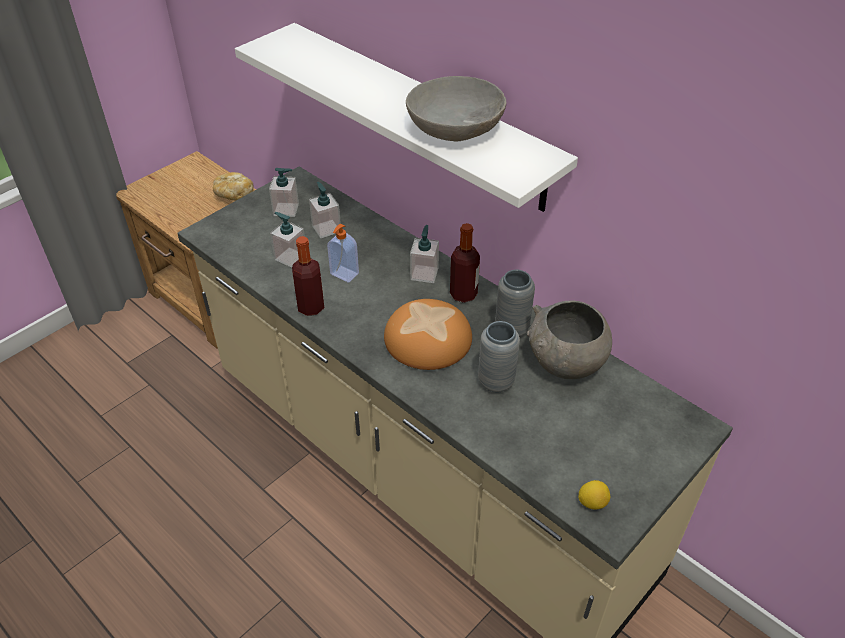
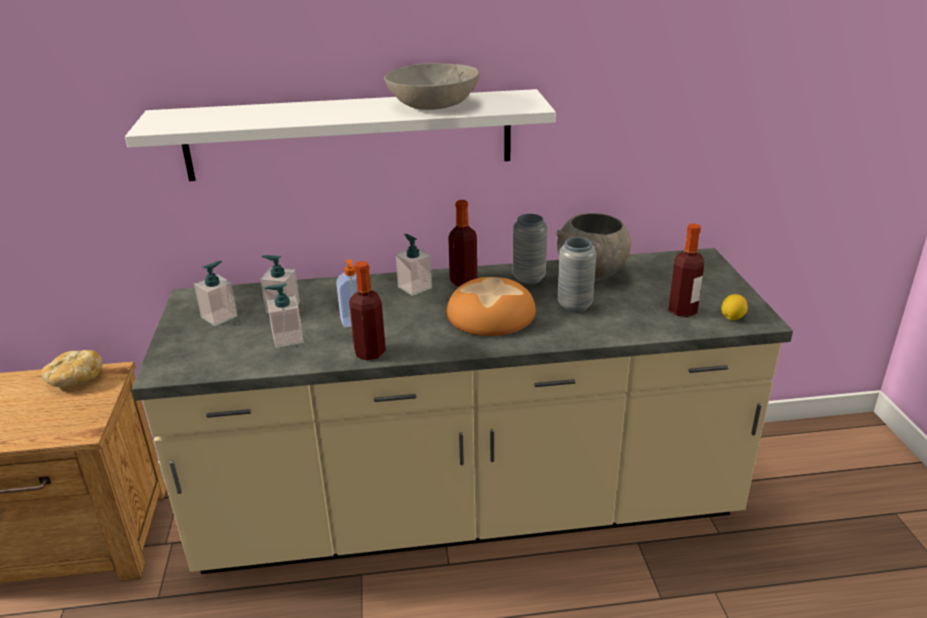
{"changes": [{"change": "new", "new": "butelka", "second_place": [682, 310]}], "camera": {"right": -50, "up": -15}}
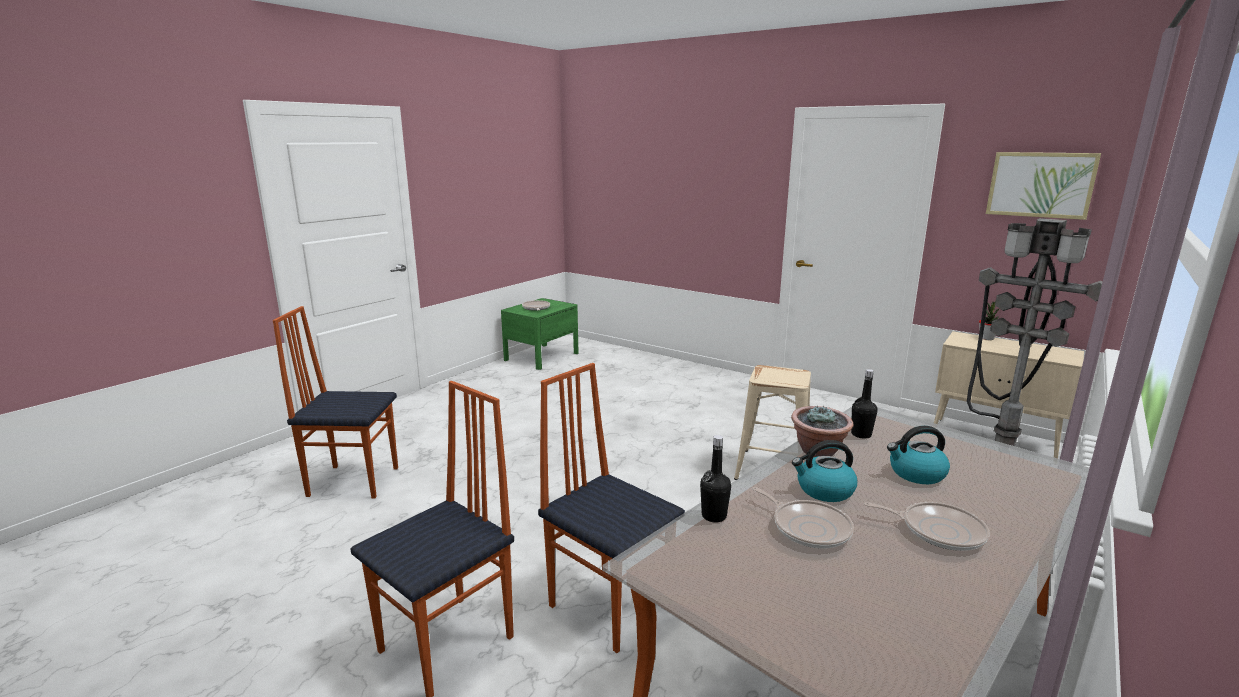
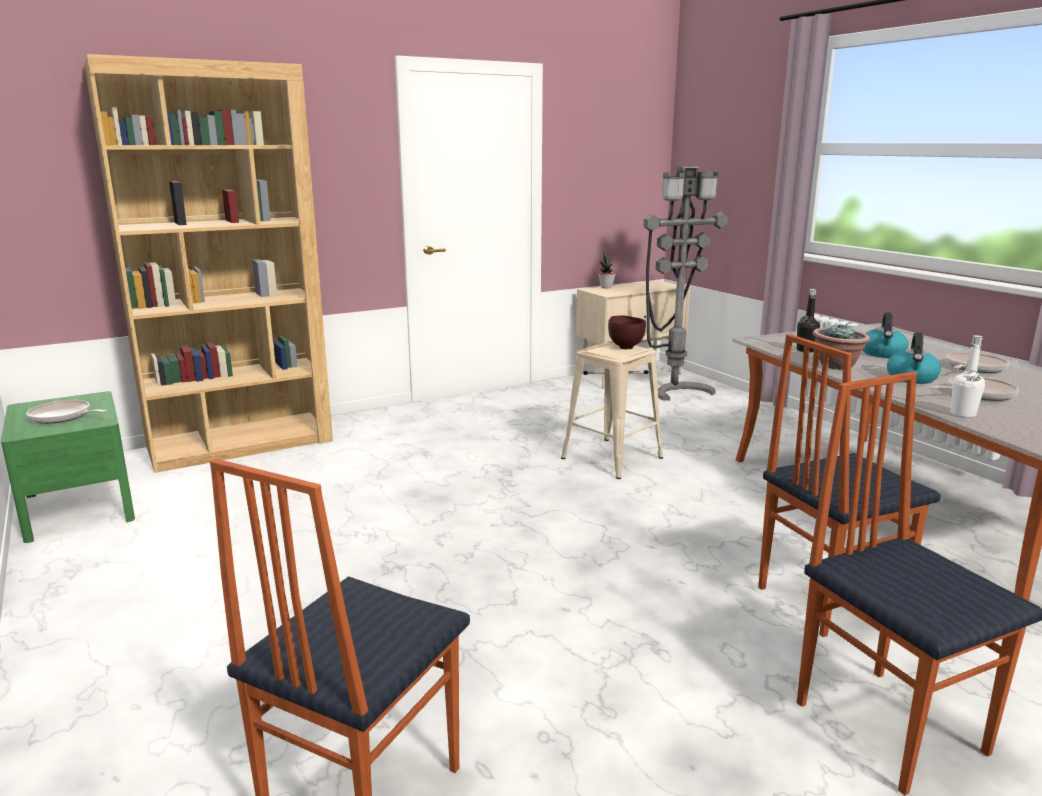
{"changes": [{"change": "new", "new": "regał/brązowy", "second_place": [241, 444]}, {"change": "new", "new": "miska/brązowy", "second_place": [625, 347]}, {"change": "repainted", "old": "butelka/czarny", "new": "butelka/biały", "first_place": [714, 516], "second_place": [963, 414]}, {"change": "gone", "old": "obraz", "first_place": [1040, 184]}], "camera": {"right": -65, "up": 0}}
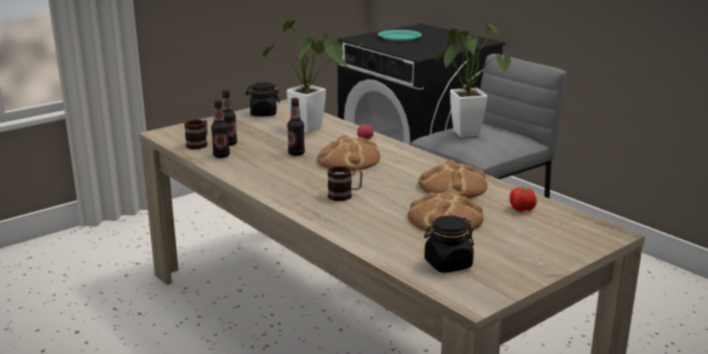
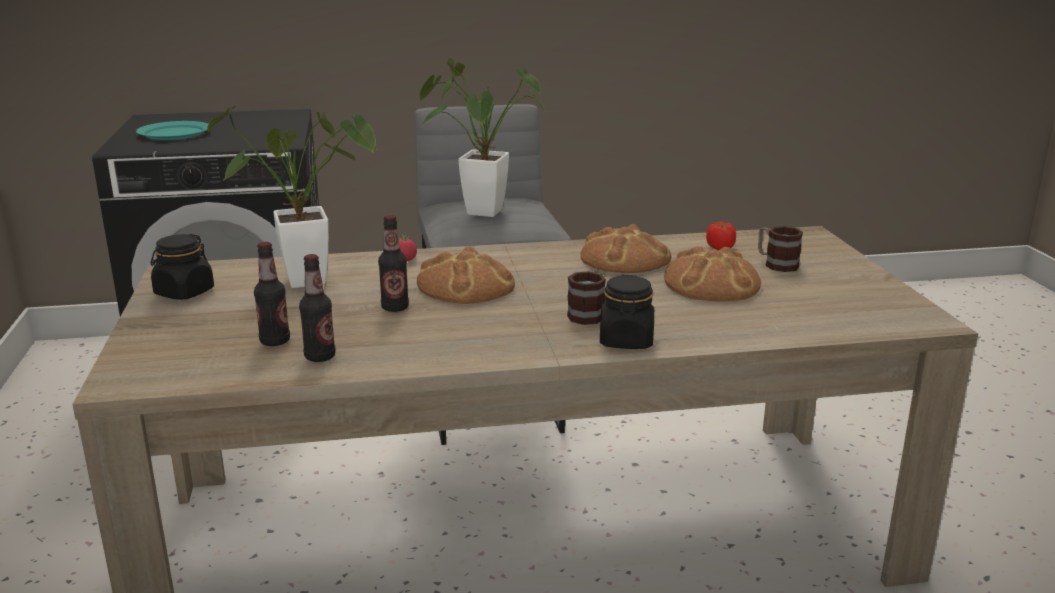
{"changes": [{"change": "shifted", "old": "słoik/czarny", "first_place": [448, 264], "second_place": [626, 341]}, {"change": "shifted", "old": "kubek", "first_place": [199, 144], "second_place": [776, 264]}], "camera": {"right": -60, "up": 0}}
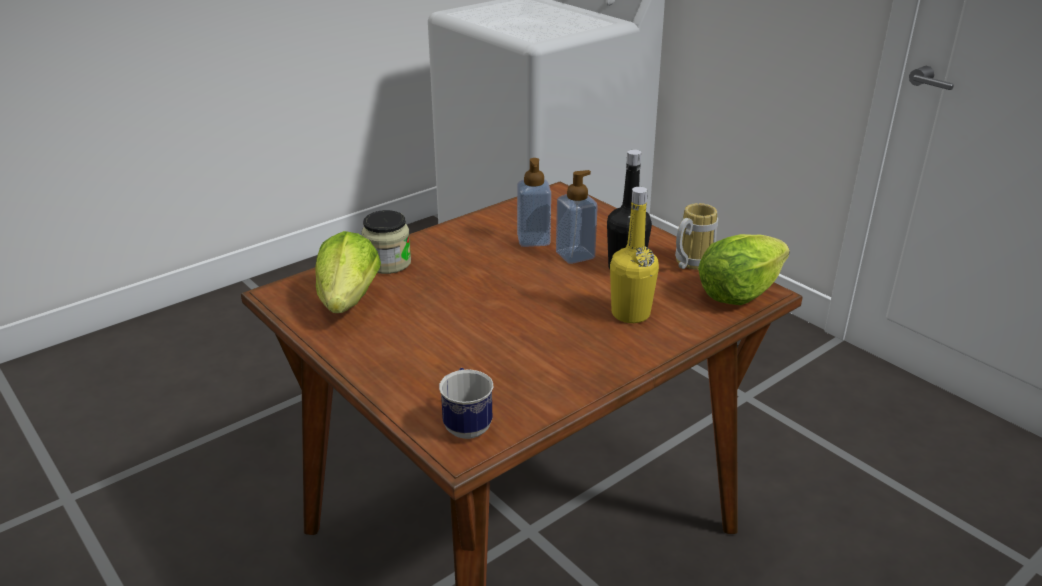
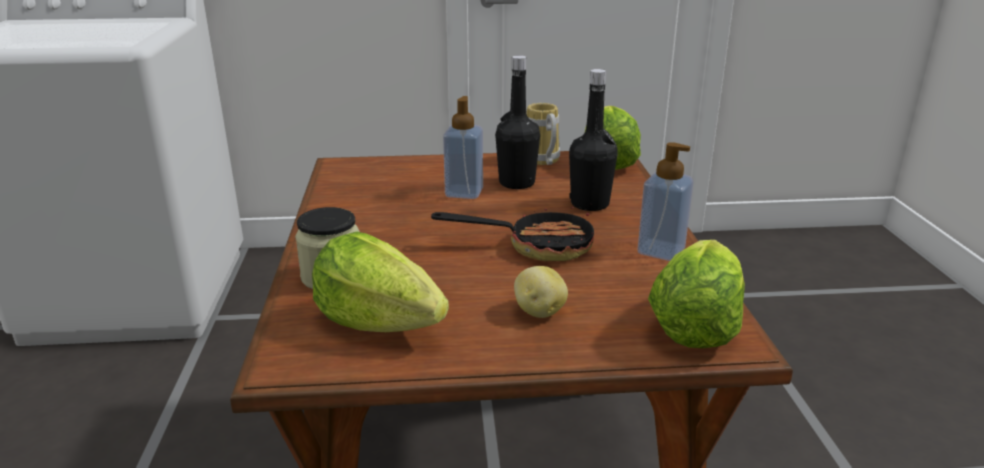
{"changes": [{"change": "new", "new": "patelnia", "second_place": [537, 246]}, {"change": "new", "new": "ziemniak", "second_place": [538, 311]}, {"change": "repainted", "old": "butelka/żółty", "new": "butelka/czarny", "first_place": [630, 314], "second_place": [590, 204]}, {"change": "shifted", "old": "dozownik mydła", "first_place": [533, 240], "second_place": [661, 251]}, {"change": "swapped", "old": "kubek", "new": "sałata", "first_place": [466, 424], "second_place": [695, 327]}], "camera": {"right": -55, "up": -5}}
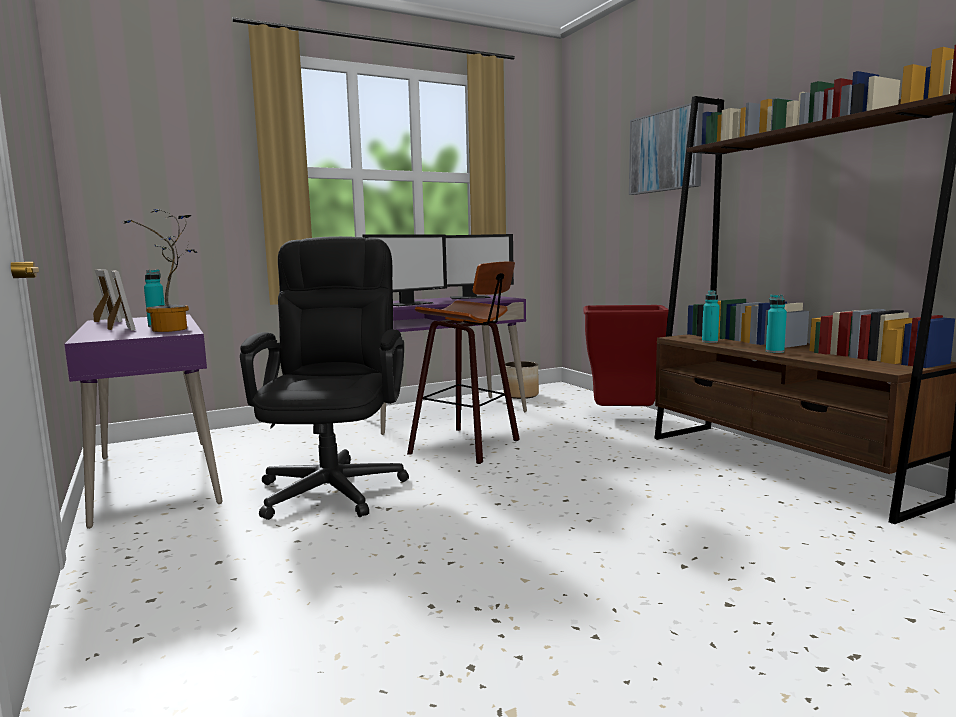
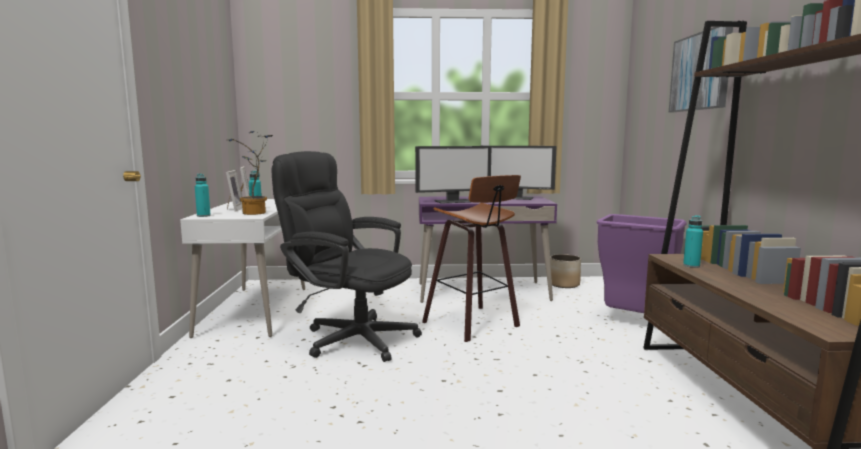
{"changes": [{"change": "repainted", "old": "biurko/fioletowy", "new": "biurko/biały", "first_place": [155, 479], "second_place": [254, 310]}, {"change": "shifted", "old": "butelka/turkusowy", "first_place": [774, 351], "second_place": [203, 216]}, {"change": "rotated", "old": "krzesło biurowe/czarny", "first_place": [335, 484], "second_place": [350, 337], "degrees": -90}, {"change": "repainted", "old": "kosz na śmieci/czerwony", "new": "kosz na śmieci/fioletowy", "first_place": [623, 418], "second_place": [635, 322]}], "camera": {"right": 25, "up": 0}}
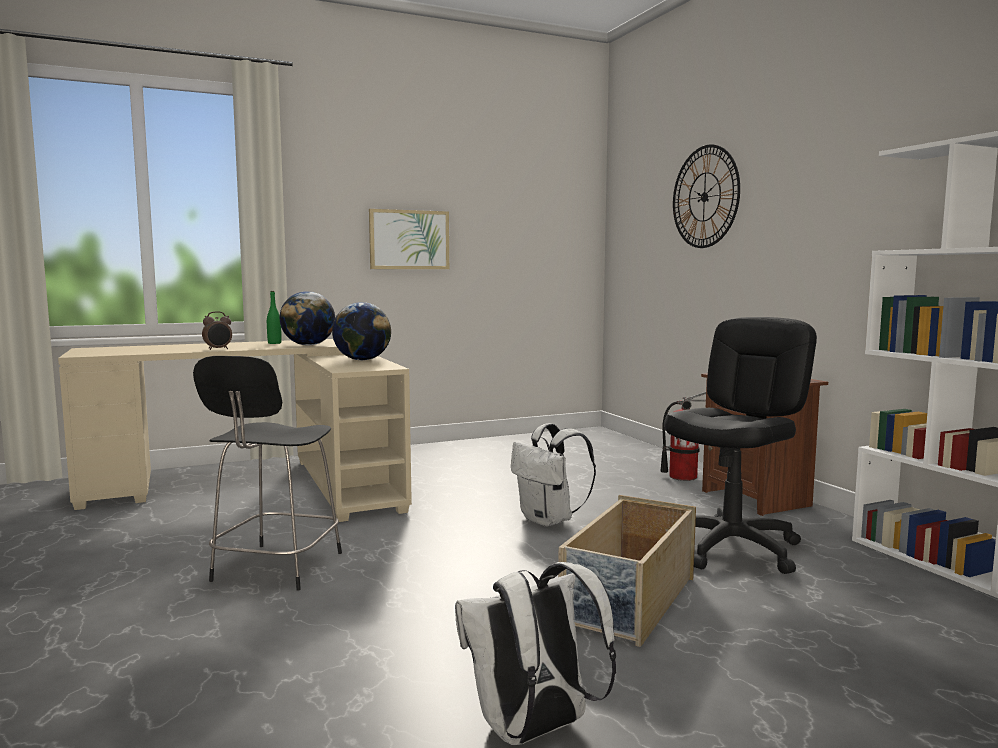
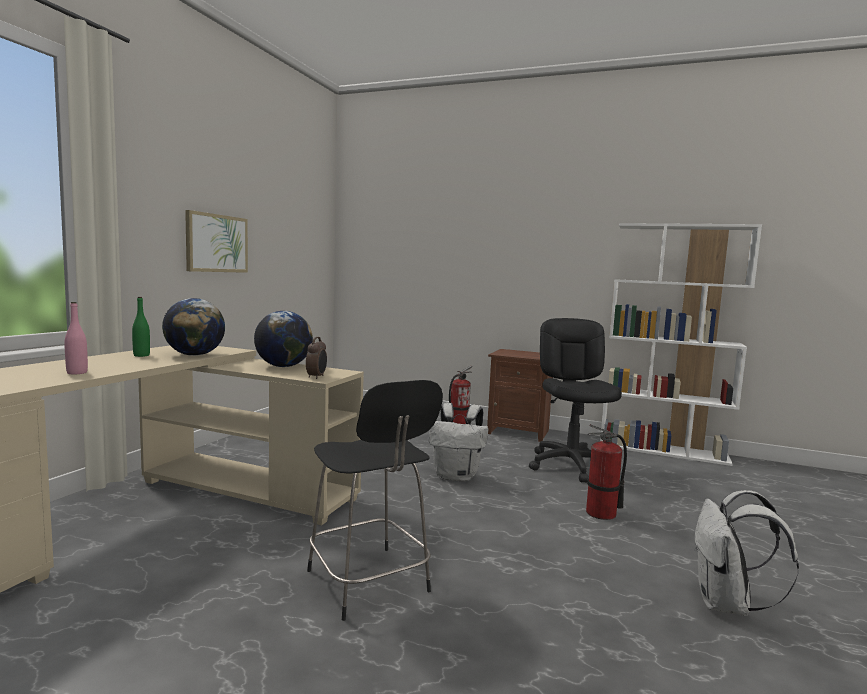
{"changes": [{"change": "new", "new": "butelka/różowy", "second_place": [77, 373]}, {"change": "shifted", "old": "budzik", "first_place": [218, 349], "second_place": [317, 377]}, {"change": "swapped", "old": "pojemnik do przechowywania/beżowy", "new": "gaśnica", "first_place": [629, 601], "second_place": [601, 513]}, {"change": "gone", "old": "zegar ścienny", "first_place": [704, 197]}], "camera": {"right": -45, "up": 0}}
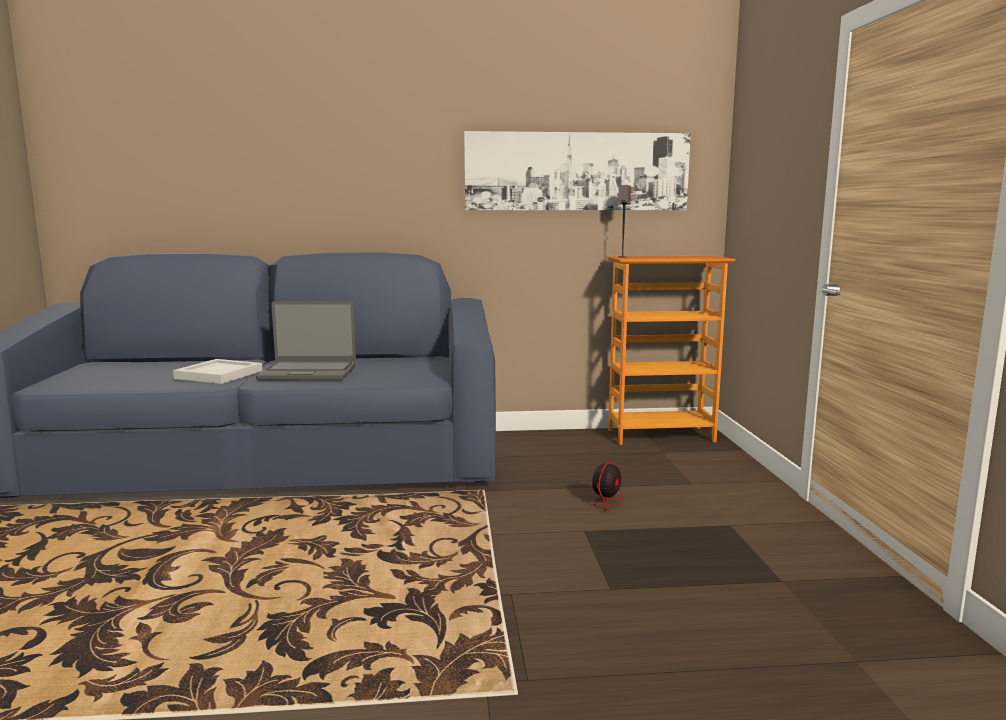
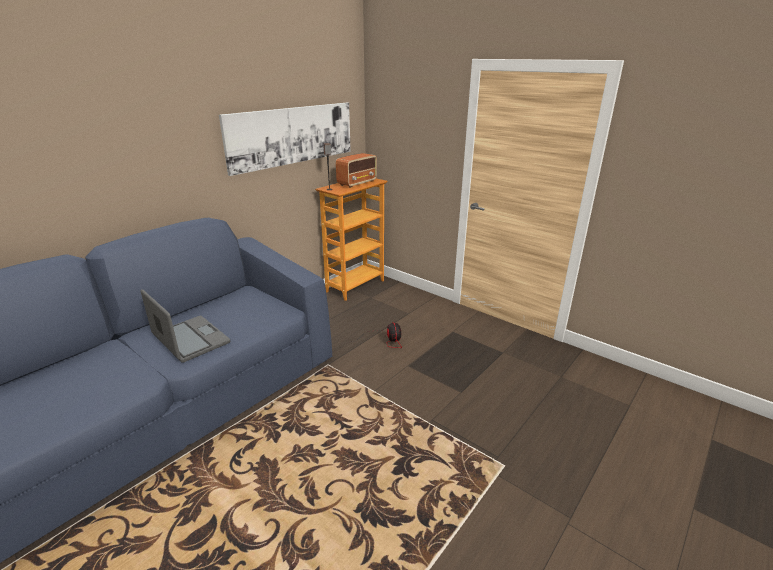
{"changes": [{"change": "rotated", "old": "laptop", "first_place": [308, 373], "second_place": [190, 340], "degrees": -90}, {"change": "new", "new": "radio", "second_place": [357, 183]}, {"change": "gone", "old": "taca/biały", "first_place": [220, 374]}], "camera": {"right": -45, "up": 15}}
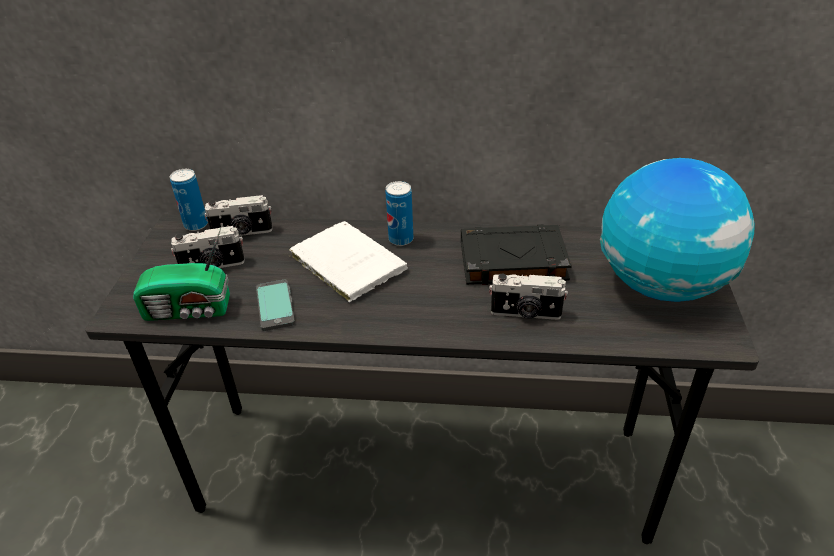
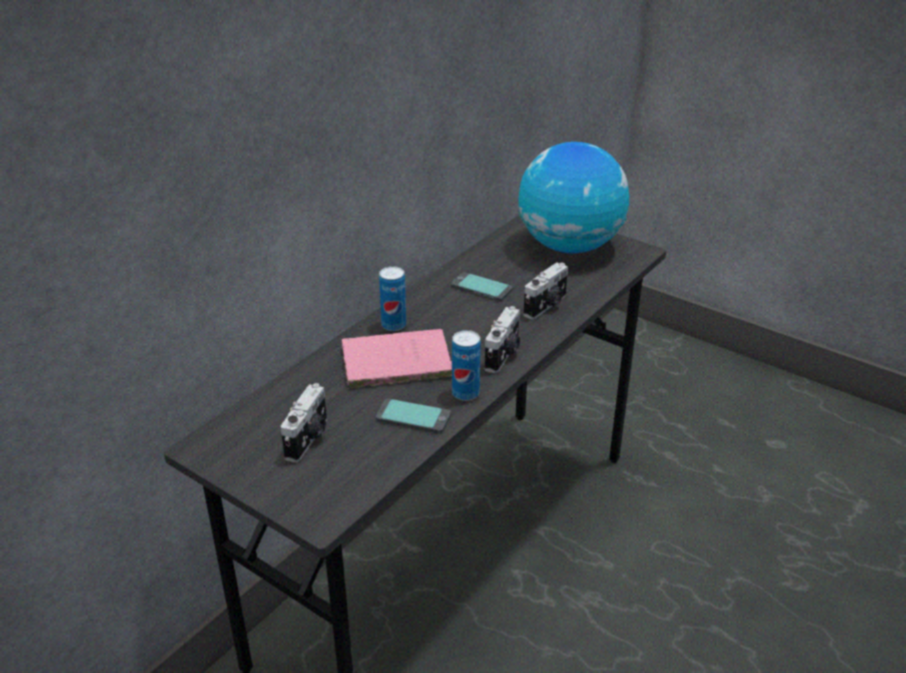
{"changes": [{"change": "repainted", "old": "książka/biały", "new": "książka/różowy", "first_place": [345, 262], "second_place": [392, 362]}, {"change": "swapped", "old": "książka/czarny", "new": "telefon", "first_place": [511, 261], "second_place": [481, 288]}, {"change": "shifted", "old": "puszka", "first_place": [196, 225], "second_place": [465, 393]}, {"change": "shifted", "old": "aparat fotograficzny", "first_place": [242, 232], "second_place": [503, 355]}, {"change": "gone", "old": "radio", "first_place": [190, 310]}], "camera": {"right": -60, "up": -5}}
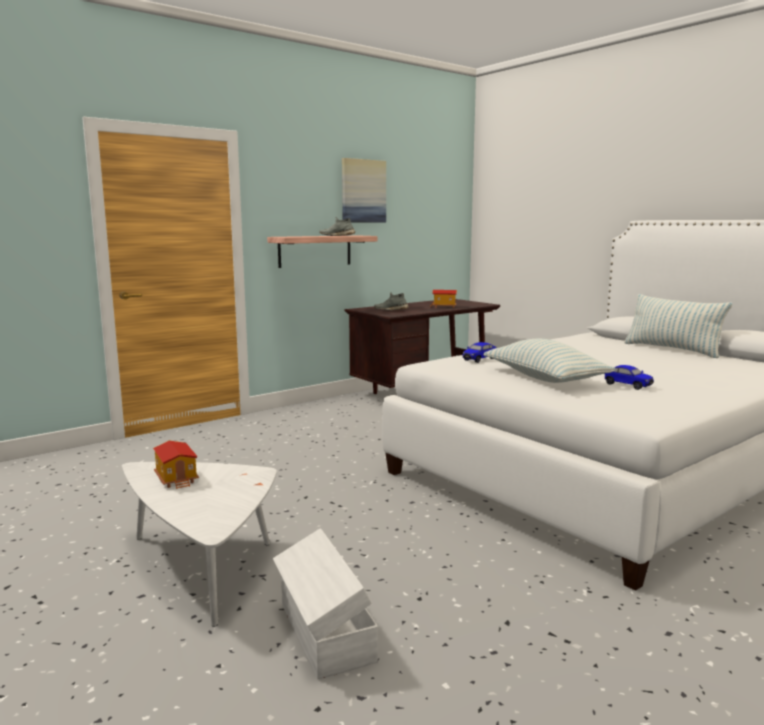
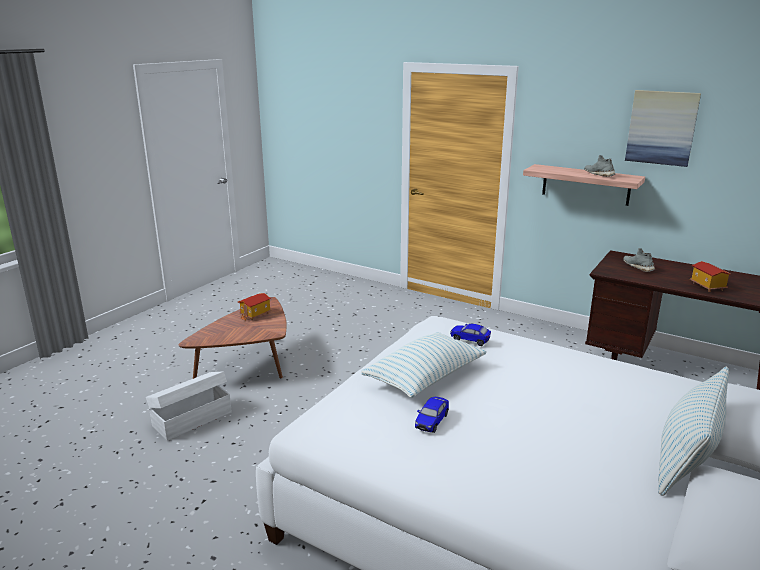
{"changes": [{"change": "repainted", "old": "ława/biały", "new": "ława/brązowy", "first_place": [204, 565], "second_place": [249, 366]}], "camera": {"right": 70, "up": 10}}
